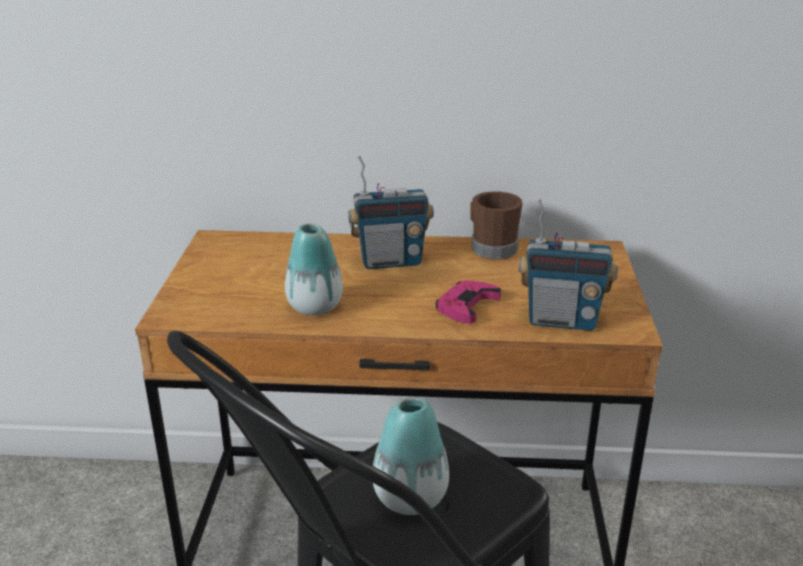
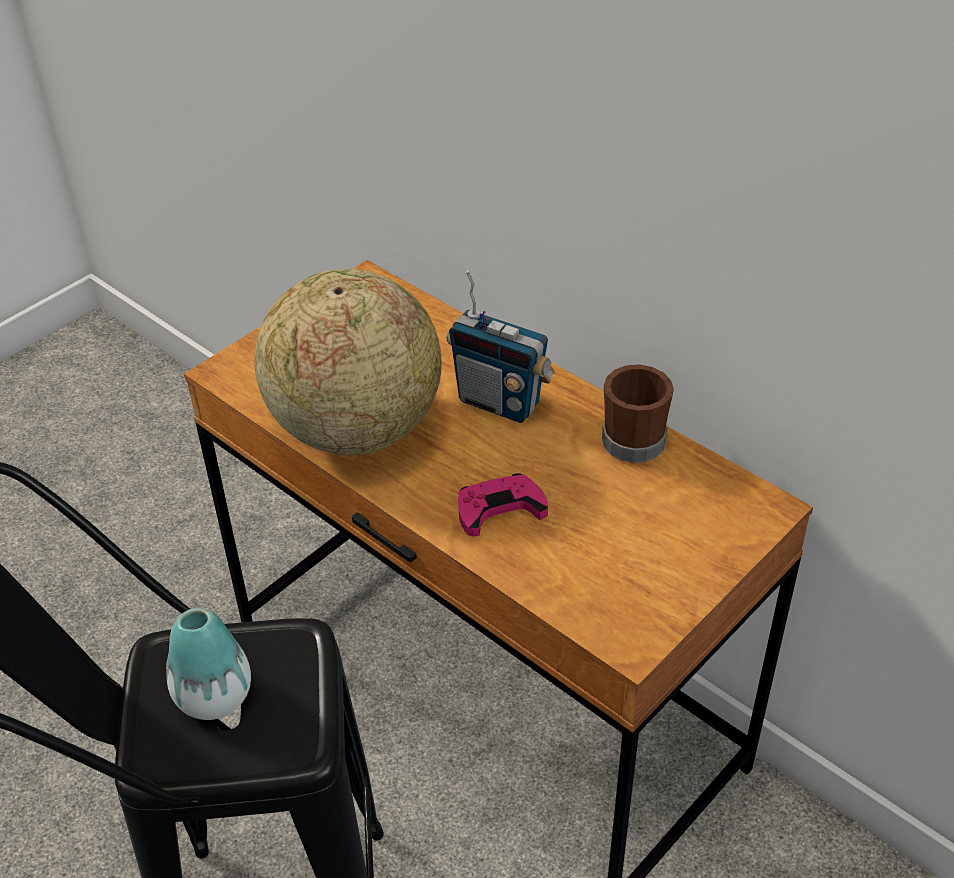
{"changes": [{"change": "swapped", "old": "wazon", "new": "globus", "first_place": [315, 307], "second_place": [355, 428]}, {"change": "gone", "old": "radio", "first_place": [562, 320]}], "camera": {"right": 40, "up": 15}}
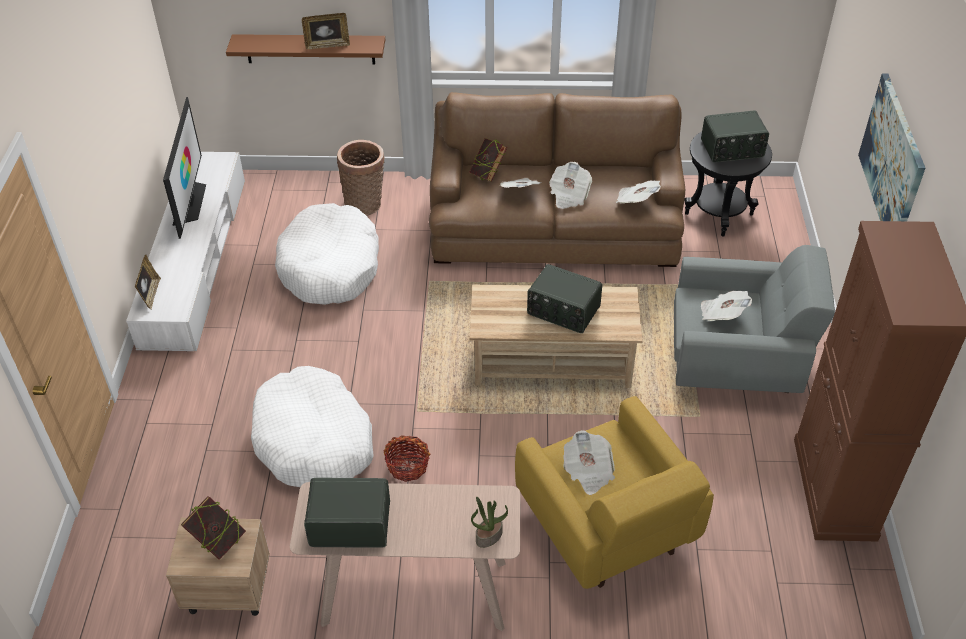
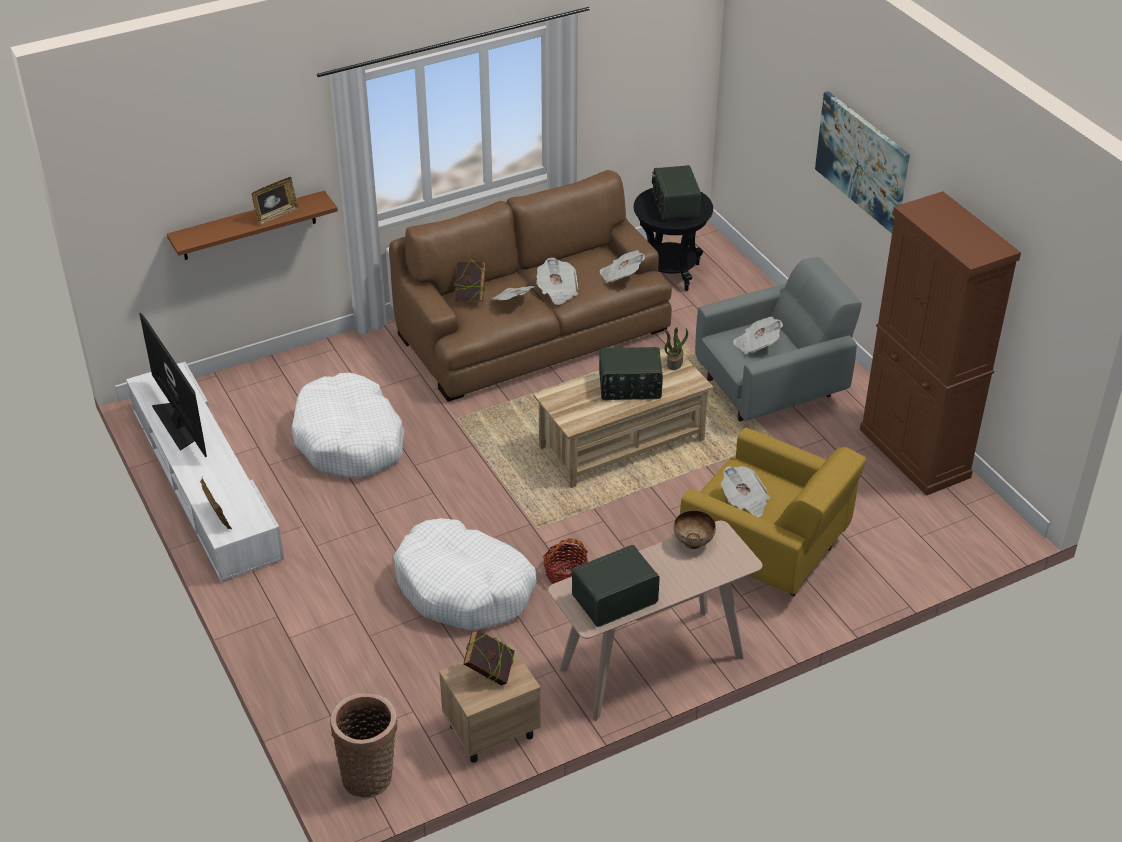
{"changes": [{"change": "shifted", "old": "koszyk", "first_place": [365, 204], "second_place": [370, 775]}, {"change": "rotated", "old": "radio", "first_place": [732, 149], "second_place": [674, 205], "degrees": 120}, {"change": "shifted", "old": "roślina doniczkowa", "first_place": [489, 536], "second_place": [674, 362]}, {"change": "new", "new": "miska", "second_place": [693, 543]}], "camera": {"right": -30, "up": -5}}
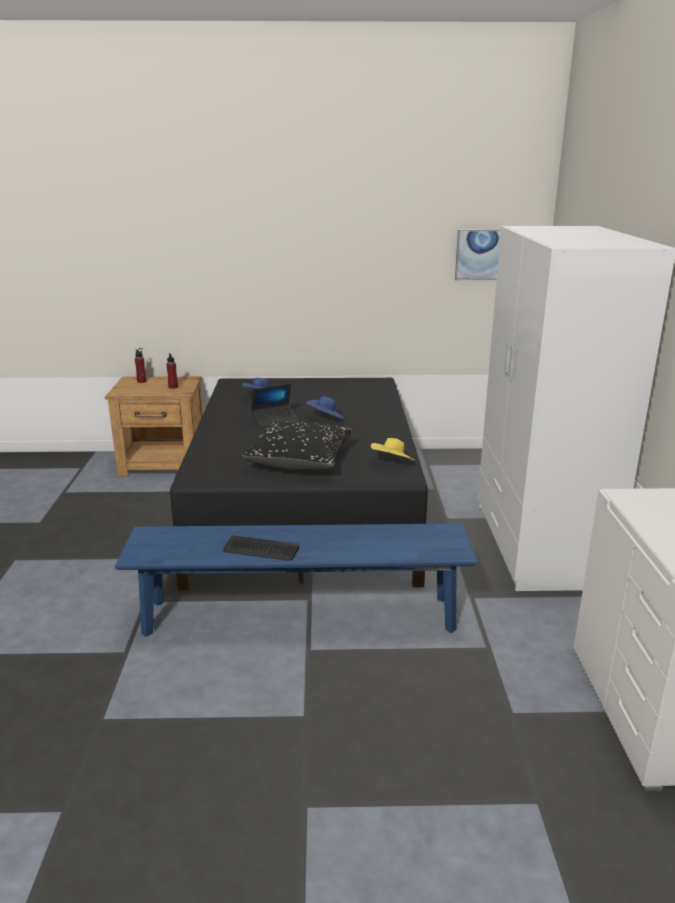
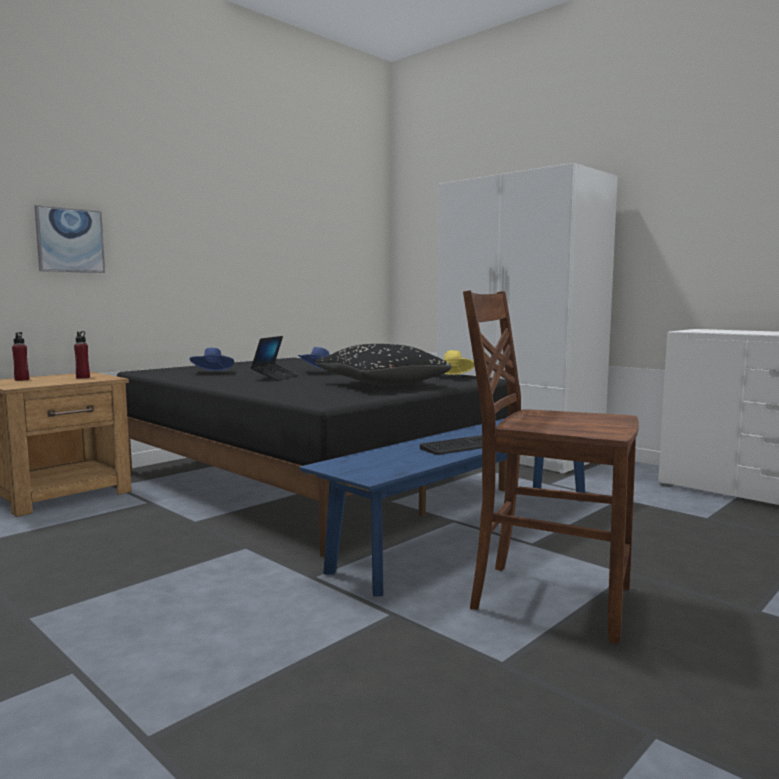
{"changes": [{"change": "shifted", "old": "obraz", "first_place": [480, 254], "second_place": [70, 240]}, {"change": "new", "new": "krzesło/brązowy", "second_place": [547, 598]}], "camera": {"right": -45, "up": -15}}
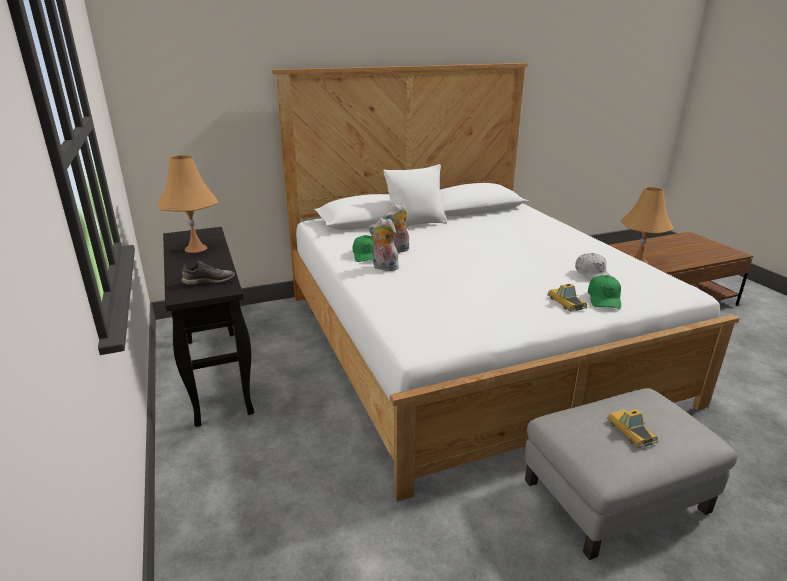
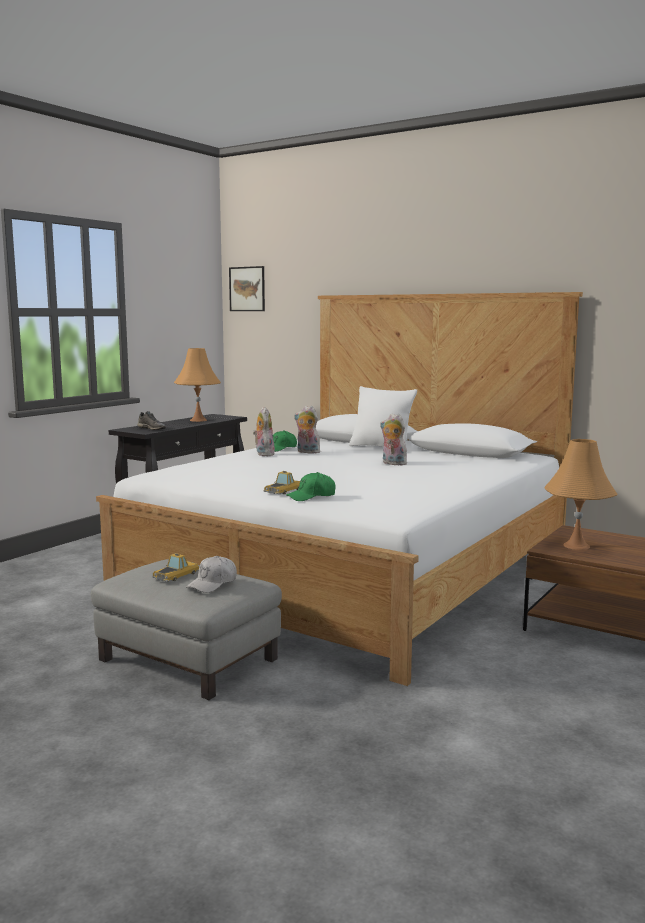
{"changes": [{"change": "shifted", "old": "czapka z daszkiem/biały", "first_place": [593, 274], "second_place": [213, 584]}, {"change": "new", "new": "obraz", "second_place": [247, 289]}, {"change": "new", "new": "pluszak", "second_place": [392, 463]}], "camera": {"right": 55, "up": -15}}
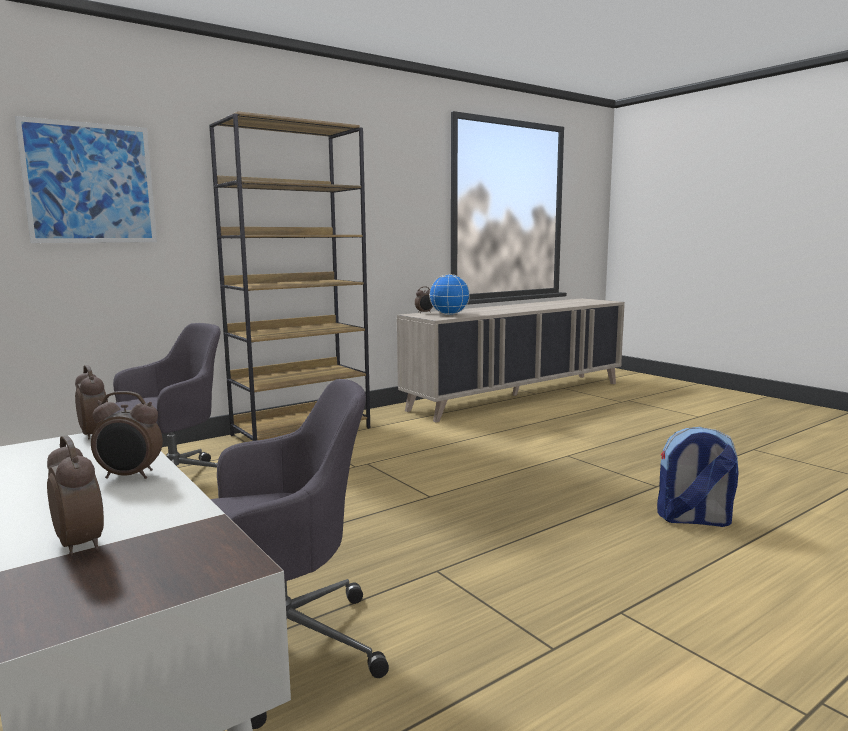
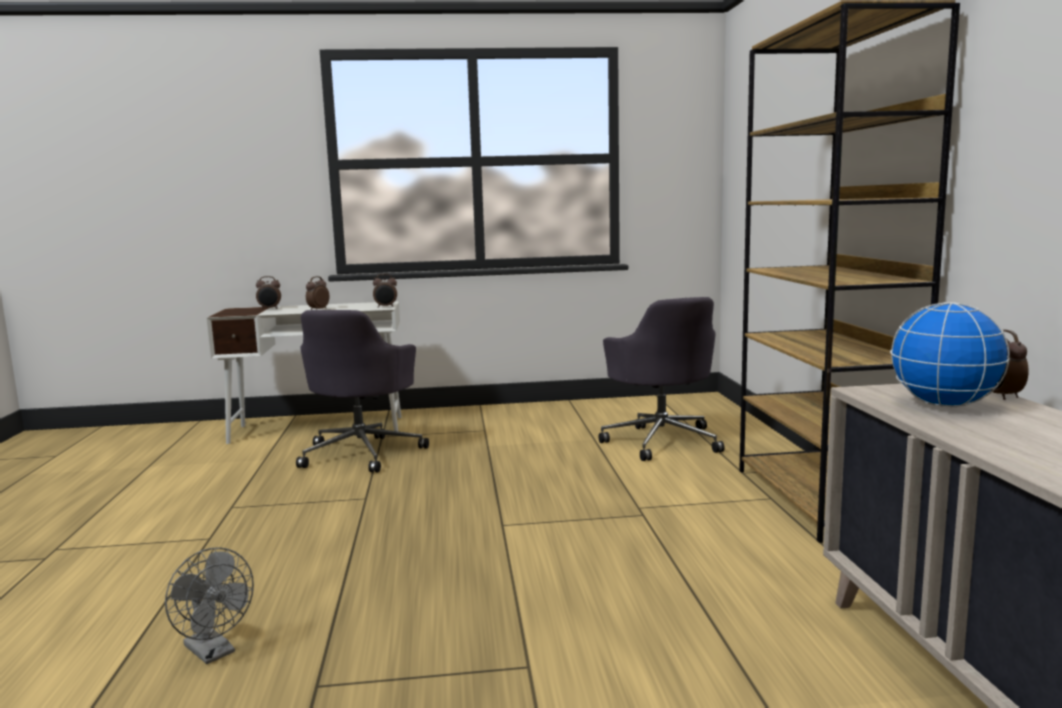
{"changes": [{"change": "swapped", "old": "plecak", "new": "wentylator/szary", "first_place": [693, 519], "second_place": [214, 652]}, {"change": "gone", "old": "obraz", "first_place": [90, 183]}], "camera": {"right": 120, "up": 0}}
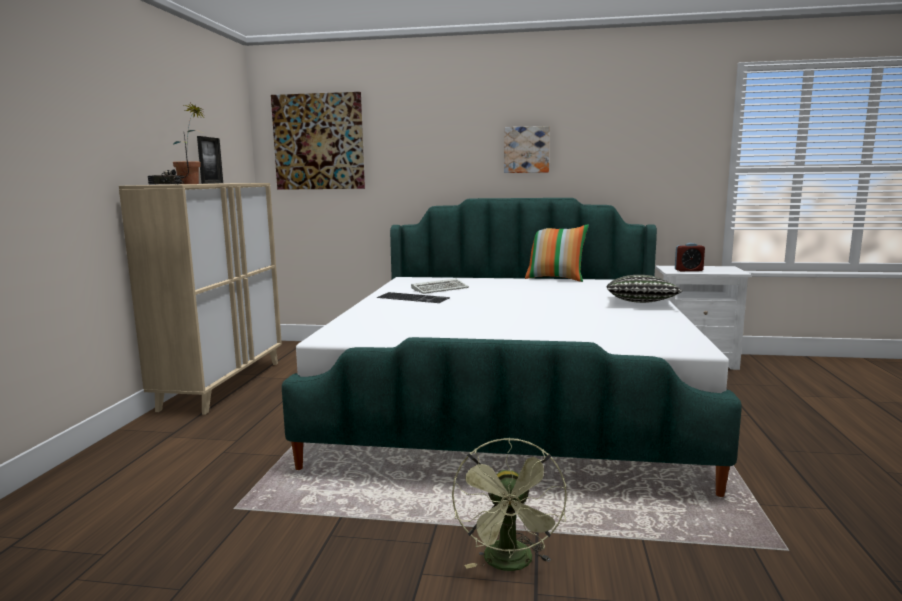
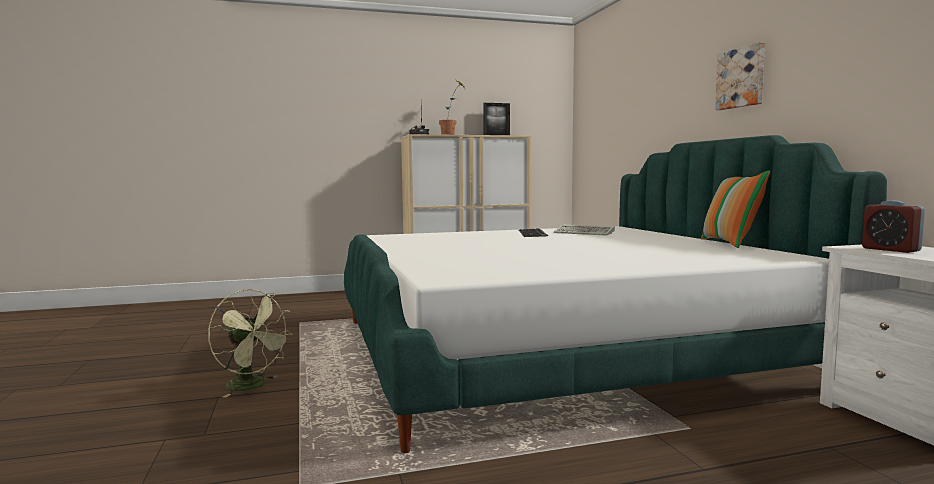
{"changes": [{"change": "rotated", "old": "wentylator/zielony", "first_place": [511, 564], "second_place": [253, 386], "degrees": -120}, {"change": "gone", "old": "obraz", "first_place": [318, 142]}, {"change": "gone", "old": "poduszka", "first_place": [640, 303]}], "camera": {"right": 65, "up": -5}}
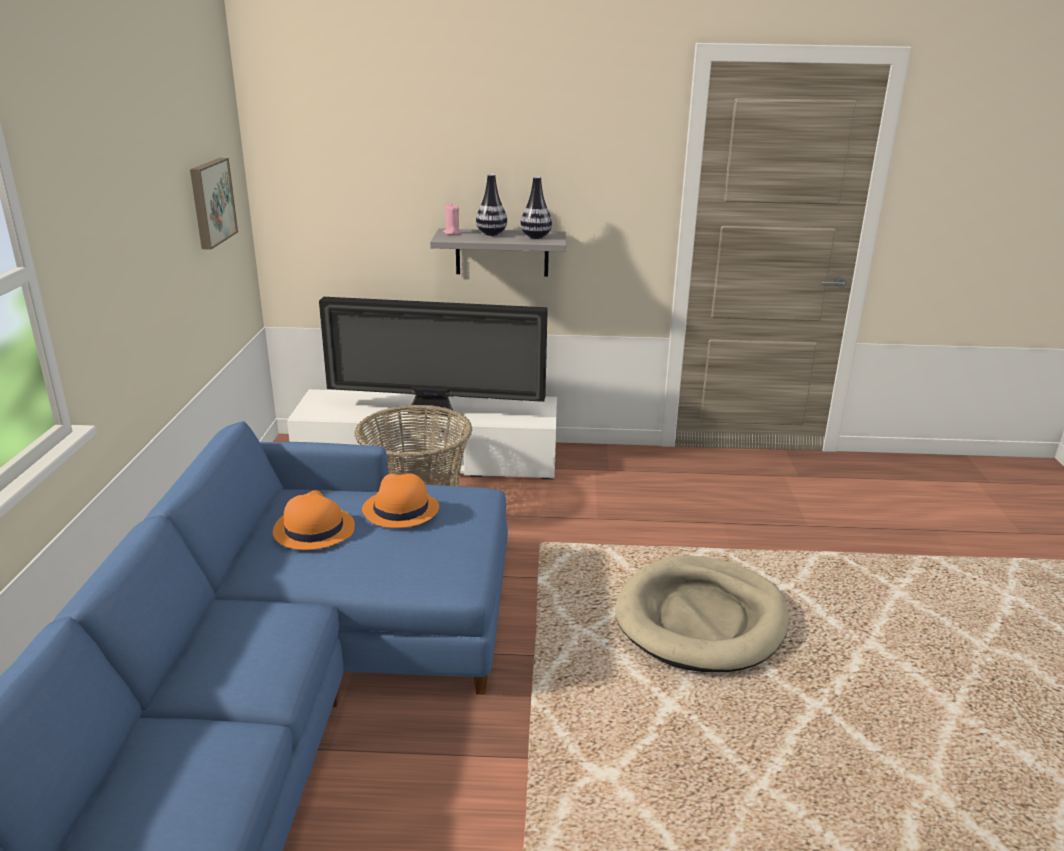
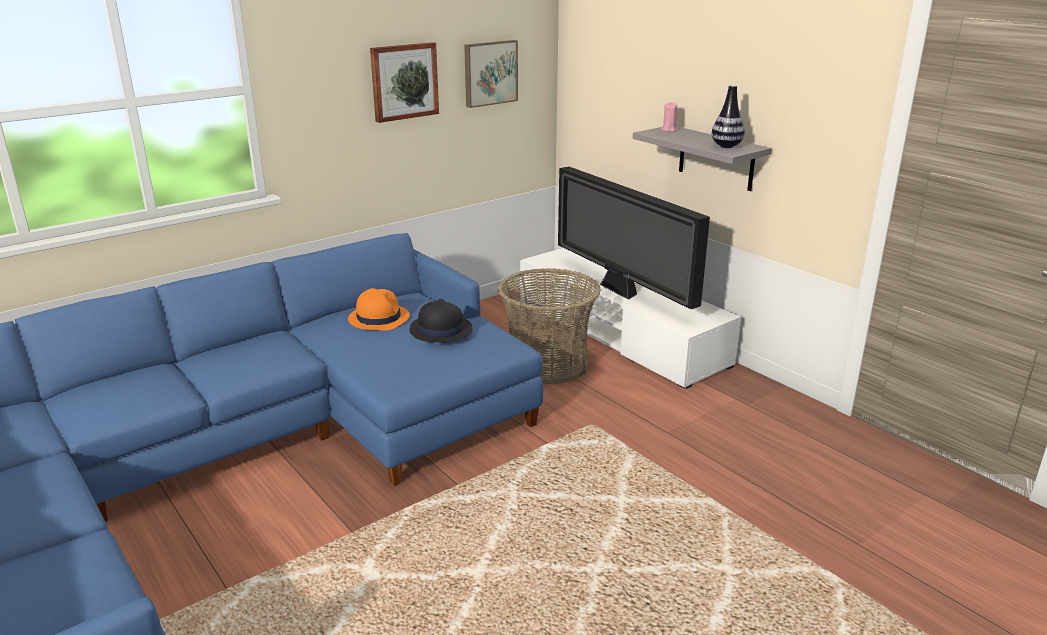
{"changes": [{"change": "new", "new": "obraz", "second_place": [404, 81]}, {"change": "repainted", "old": "kapelusz/pomarańczowy", "new": "kapelusz/czarny", "first_place": [400, 510], "second_place": [440, 330]}, {"change": "gone", "old": "wazon", "first_place": [491, 234]}, {"change": "gone", "old": "legowisko/beżowy", "first_place": [701, 619]}], "camera": {"right": 50, "up": 0}}
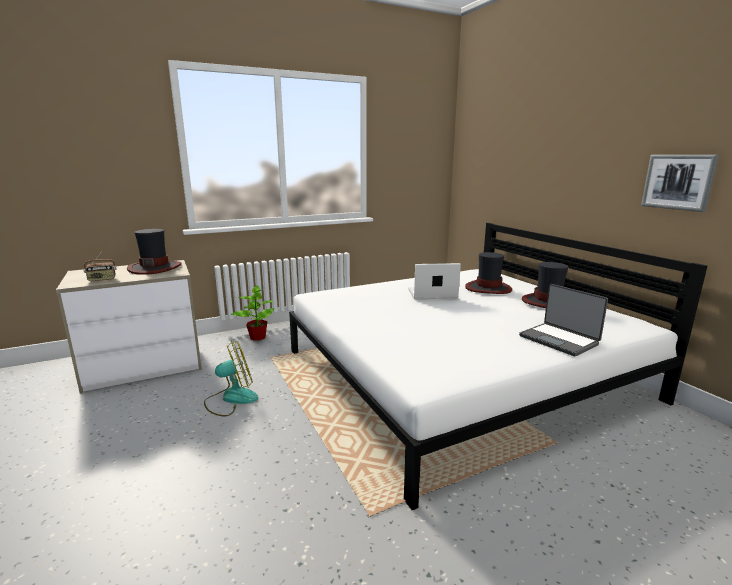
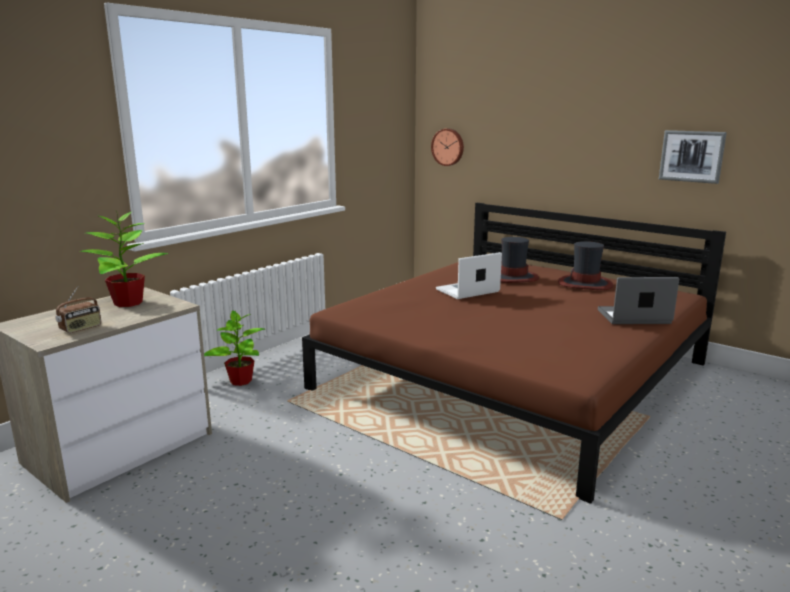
{"changes": [{"change": "swapped", "old": "kapelusz", "new": "roślina doniczkowa", "first_place": [155, 268], "second_place": [127, 303]}, {"change": "repainted", "old": "łóżko/biały", "new": "łóżko/brązowy", "first_place": [460, 374], "second_place": [514, 375]}, {"change": "new", "new": "zegar ścienny", "second_place": [448, 147]}, {"change": "rotated", "old": "laptop", "first_place": [559, 340], "second_place": [634, 317], "degrees": 150}, {"change": "gone", "old": "wentylator", "first_place": [231, 399]}], "camera": {"right": -25, "up": 0}}
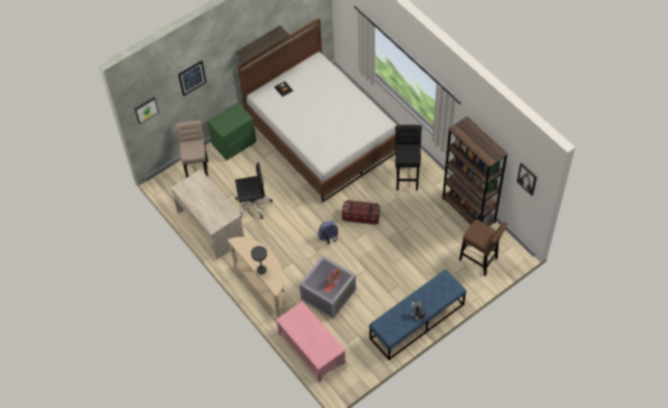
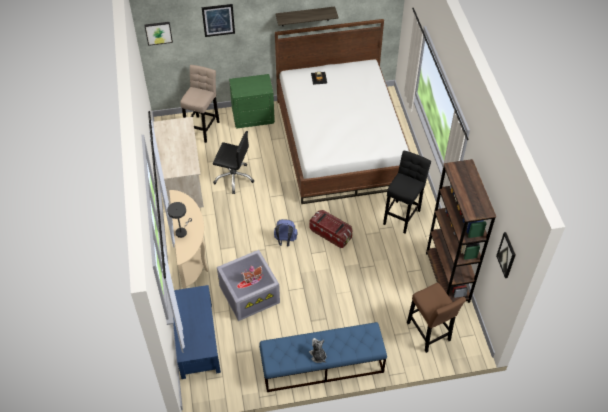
{"changes": [{"change": "repainted", "old": "ława/różowy", "new": "ława/niebieski", "first_place": [311, 348], "second_place": [196, 340]}], "camera": {"right": 25, "up": -5}}
